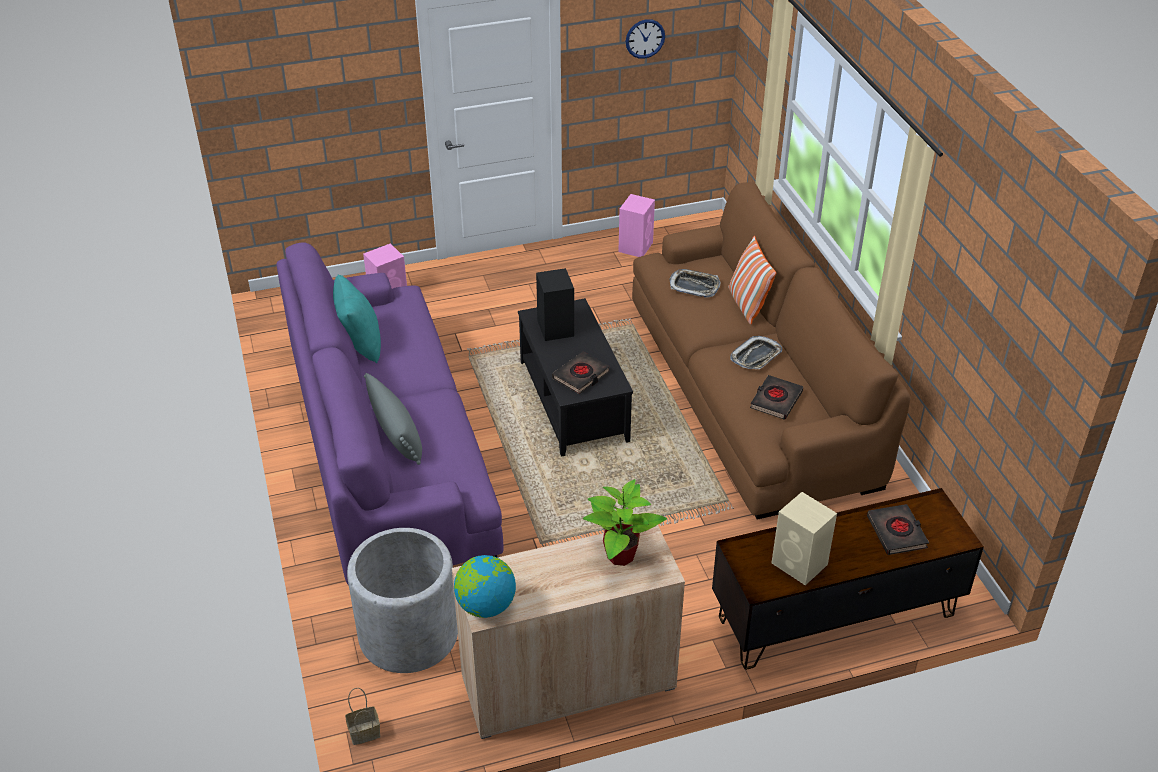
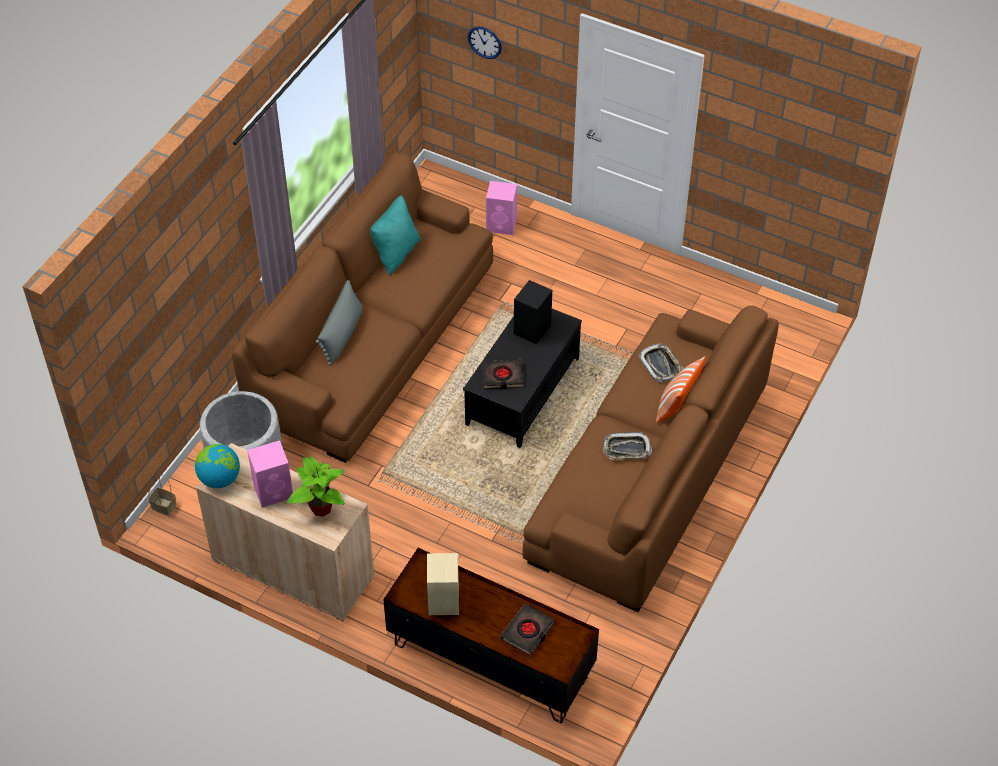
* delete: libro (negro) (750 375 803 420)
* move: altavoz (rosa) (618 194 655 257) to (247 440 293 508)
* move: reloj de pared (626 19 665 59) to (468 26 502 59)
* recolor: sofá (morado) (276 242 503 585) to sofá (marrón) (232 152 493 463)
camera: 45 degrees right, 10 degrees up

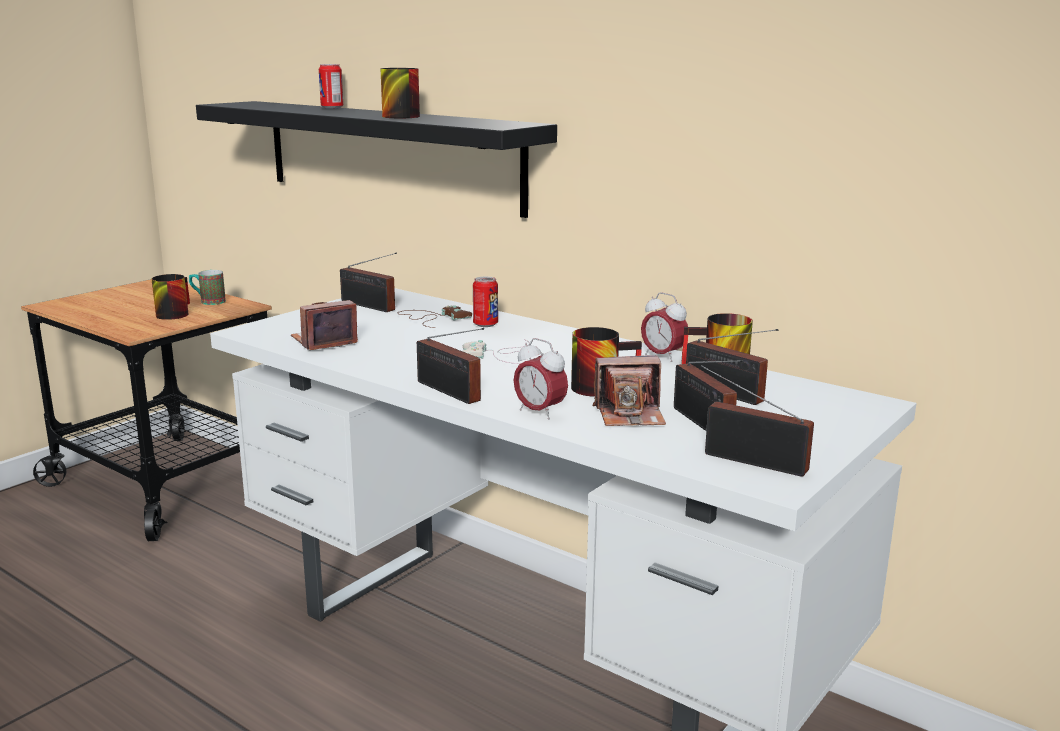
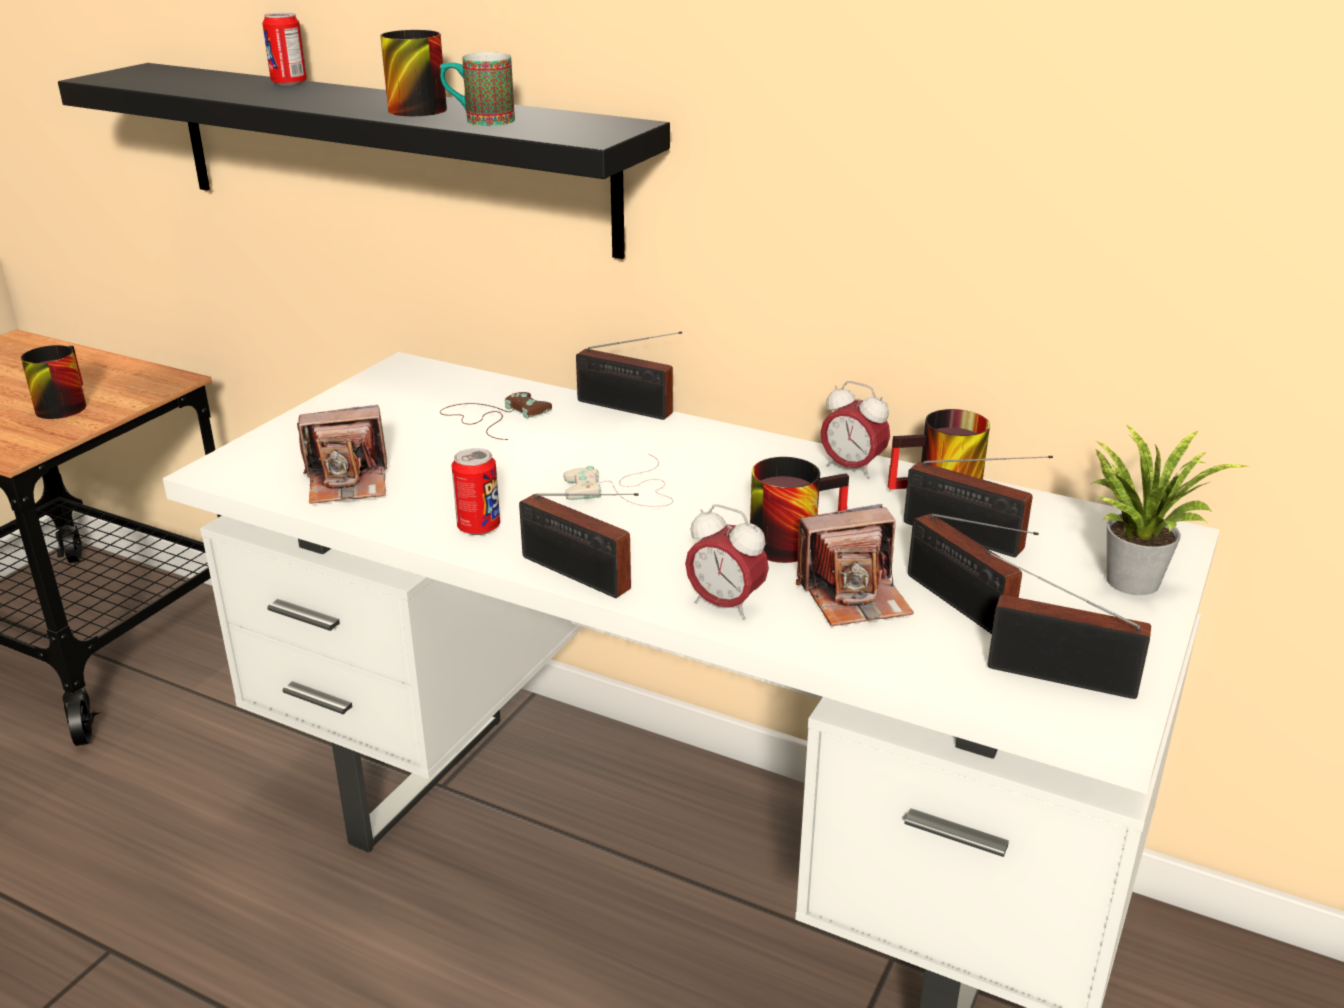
* insert: planta en maceta (1093 425 1250 595)
* move: taza grande (189 270 226 305) to (440 52 515 126)
* move: radio (340 252 397 312) to (576 331 682 420)
* move: lata (473 277 498 327) to (451 448 500 535)
* rotate: cámara (291 300 358 350) = (297 405 387 504) 150 degrees counterclockwise
camera: 10 degrees left, 10 degrees up

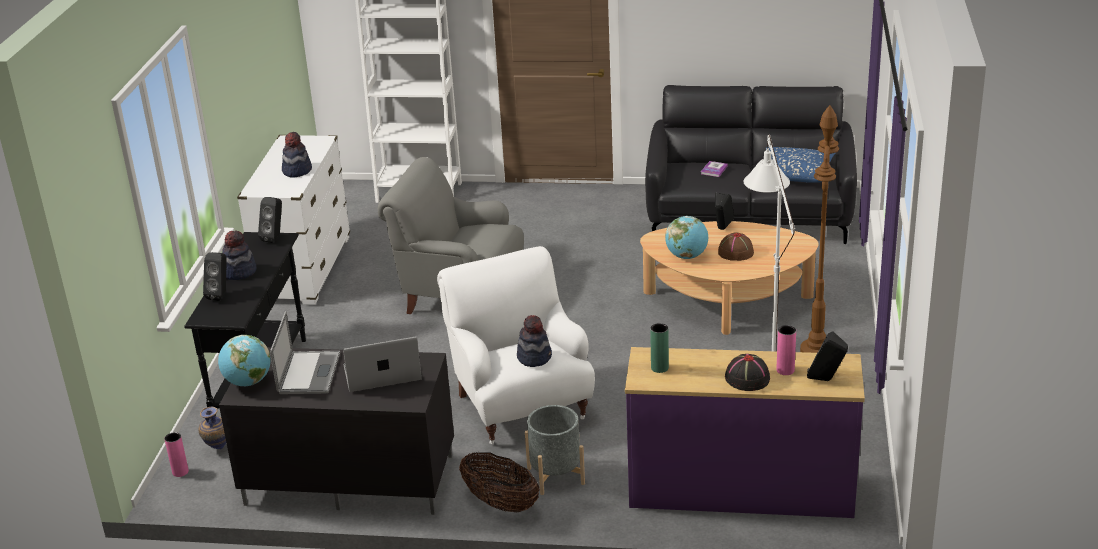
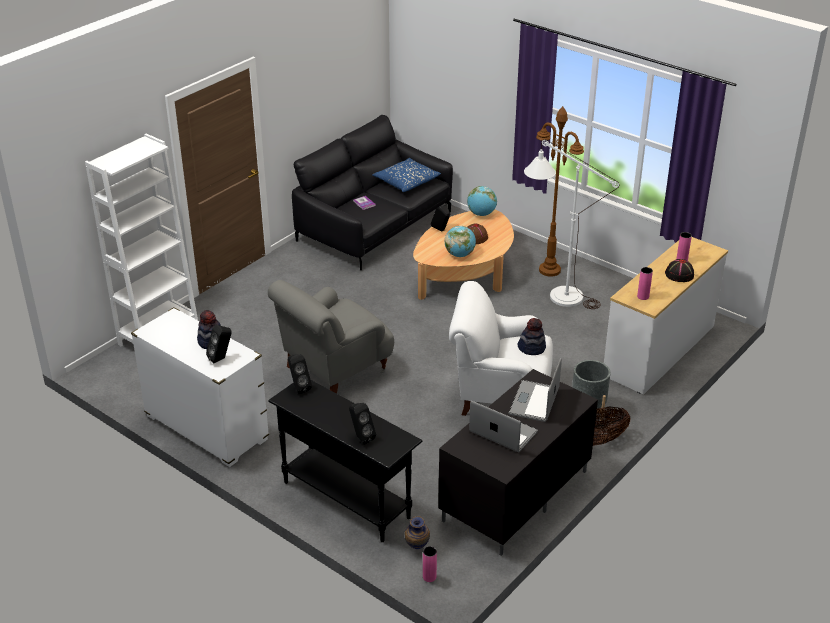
* delete: sombrero (222 230 257 280)
* move: globo terráqueo (218 335 270 386) to (467 186 497 216)
* move: altavoz (negro) (807 332 848 381) to (206 325 232 364)
* recolor: cómoda (morado) (625 347 865 518) to cómoda (blanco) (604 237 728 395)
* recolor: florero (verde) (650 323 669 373) to florero (rosa) (637 267 653 300)
camera: 60 degrees left, 5 degrees up

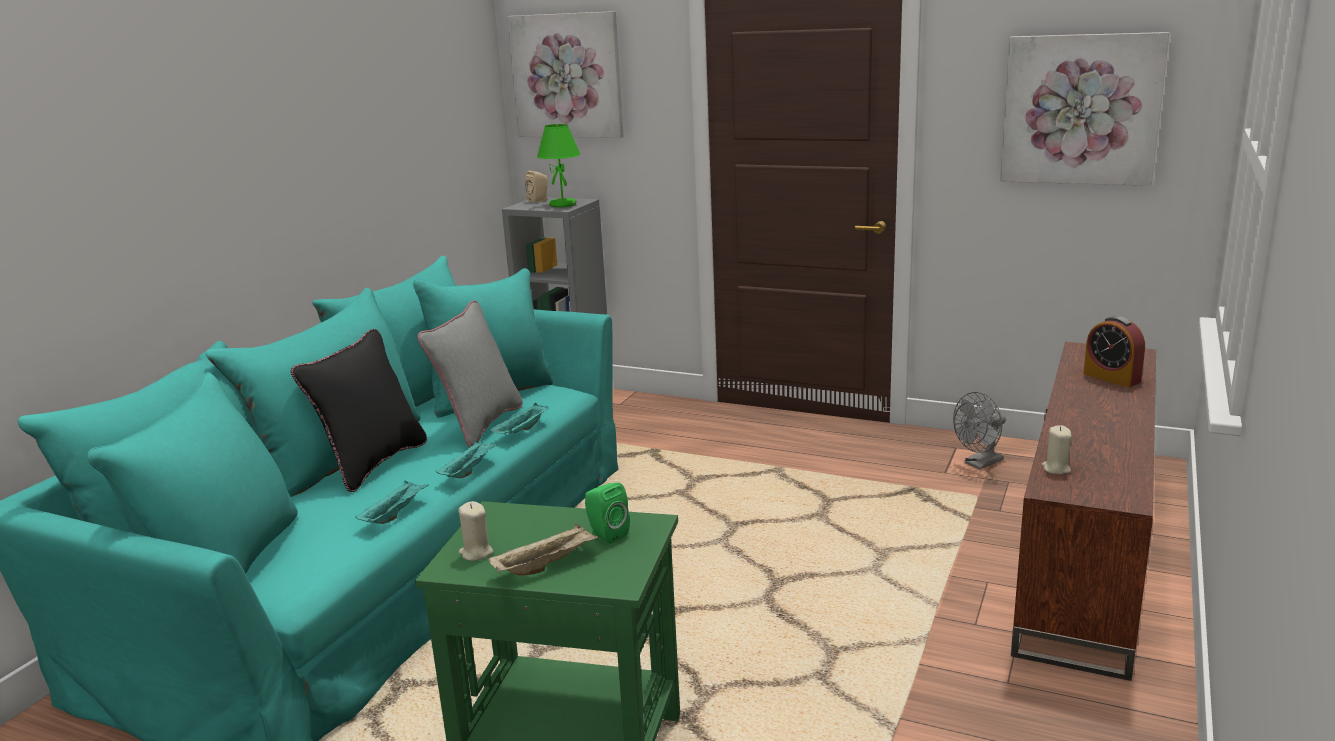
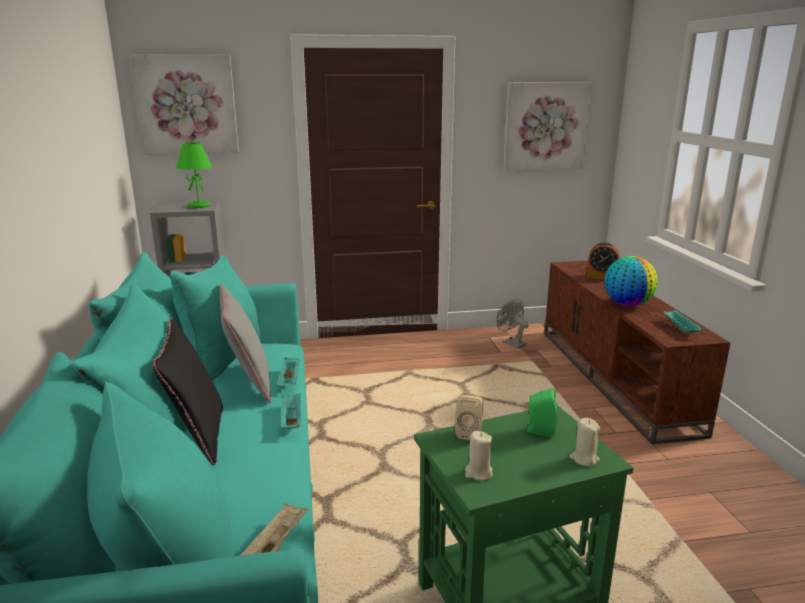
* insert: globo terráqueo (605 256 658 306)
* move: bandeja (turquesa) (355 480 429 524) to (663 310 704 333)
* move: bandeja (beis) (488 523 599 575) to (238 503 310 556)
* move: altavoz (beis) (525 170 548 202) to (455 395 483 440)
* move: vela (beis) (1042 425 1072 475) to (569 418 601 466)
* rotate: ventilador (gris) (953 392 1006 469) = (497 298 529 349) 120 degrees clockwise
camera: 35 degrees left, 0 degrees up

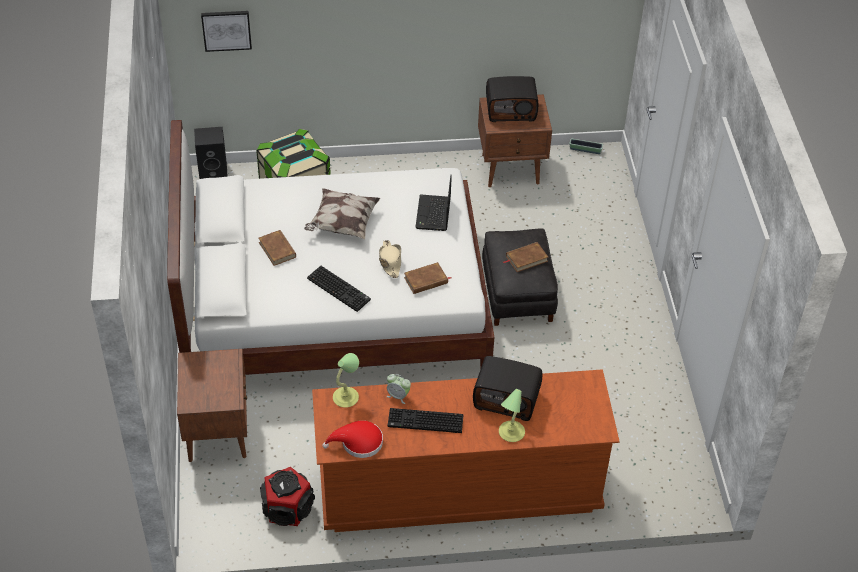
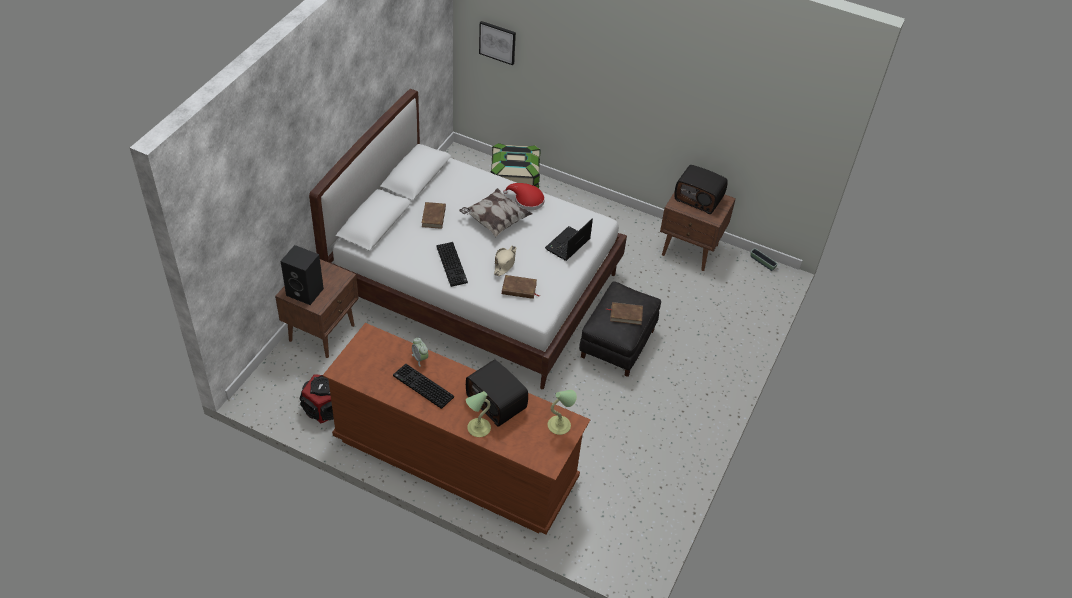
* move: altavoz (negro) (194 127 228 179) to (280 245 324 305)
* move: sombrero (rojo) (322 420 383 458) to (503 183 545 210)
* move: lámpara de mesa (333 353 359 408) to (548 390 577 435)
camera: 30 degrees right, 0 degrees up

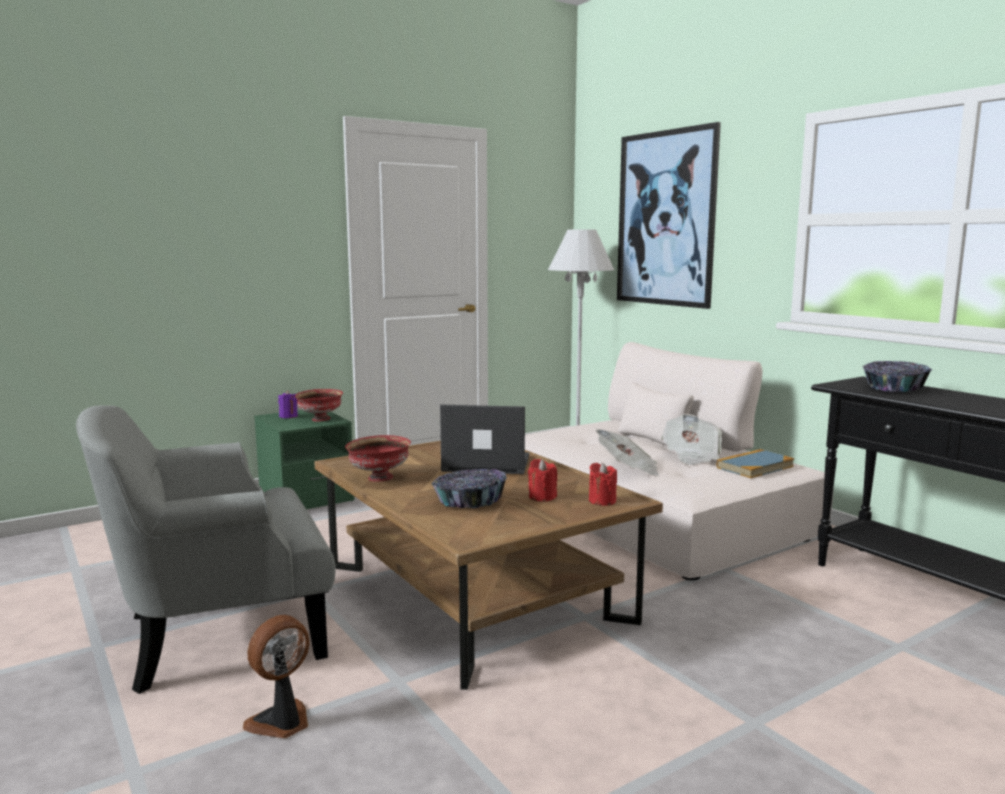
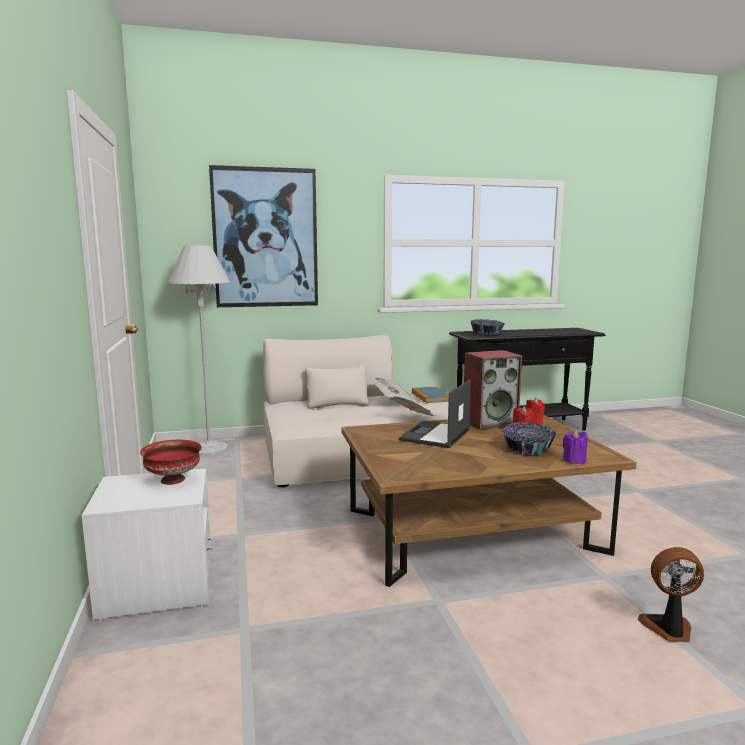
* delete: sillón (gris) (76 405 336 694)
* delete: cuenco (rojo) (345 435 411 482)
* insert: altavoz (464 350 522 430)
* move: vela (morado) (278 391 298 418) to (563 430 588 464)
* recolor: mesita de noche (verde) (254 410 355 509) to mesita de noche (blanco) (81 468 212 621)
* rotate: ventilador (243 615 309 738) = (638 547 704 642) 120 degrees clockwise
camera: 70 degrees left, 0 degrees up

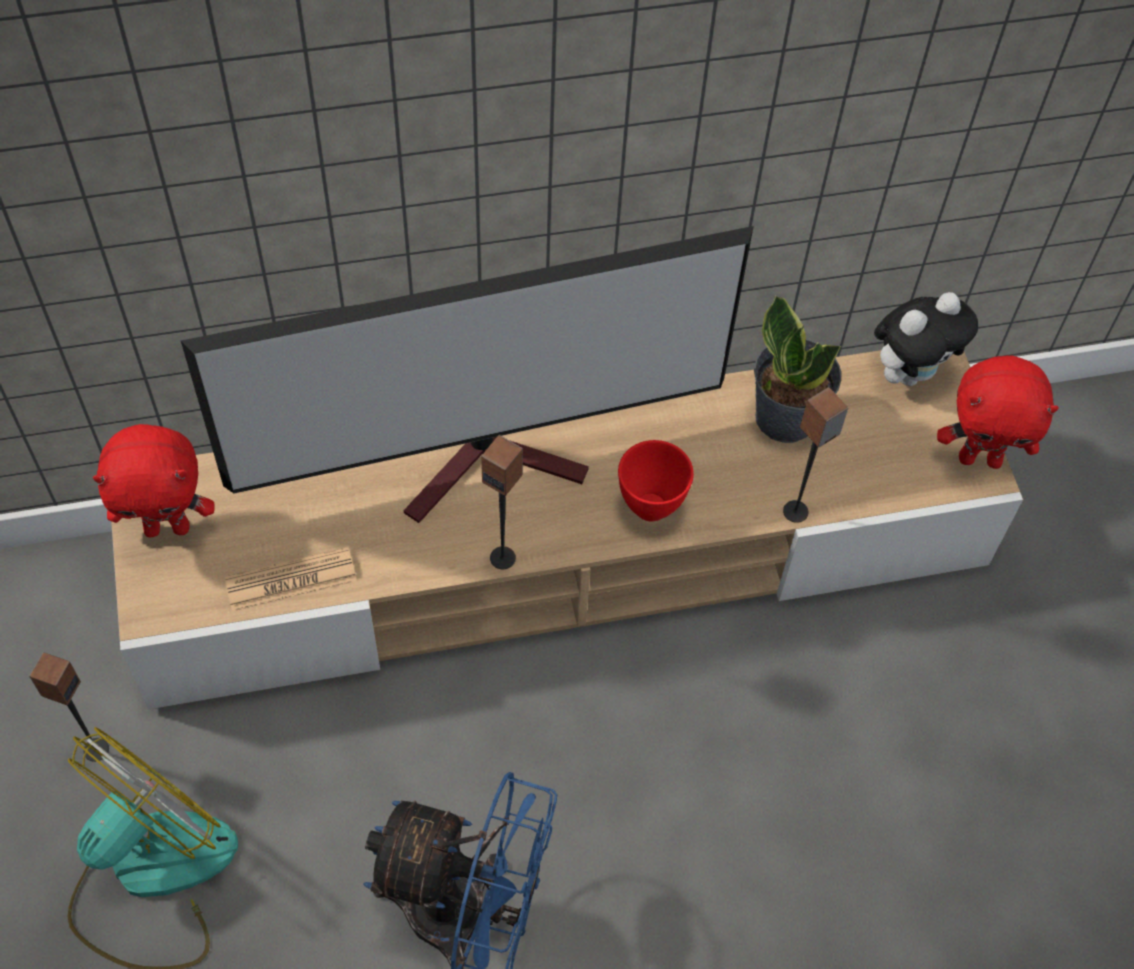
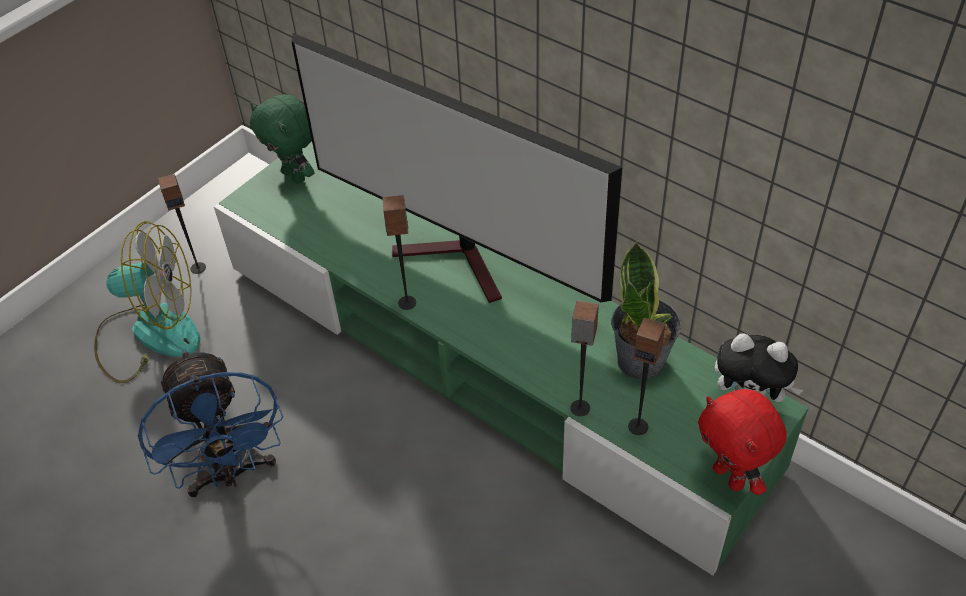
* delete: periódico (224 547 357 611)
* delete: cuenco (rojo) (618 440 694 522)
* insert: altavoz (628 318 666 435)
* recolor: peluche (rojo) (93 424 214 537) to peluche (verde) (250 94 315 184)
* recolor: mueble de televisión (beis) (111 350 1023 709) to mueble de televisión (verde) (214 141 809 576)
camera: 55 degrees right, 10 degrees down

